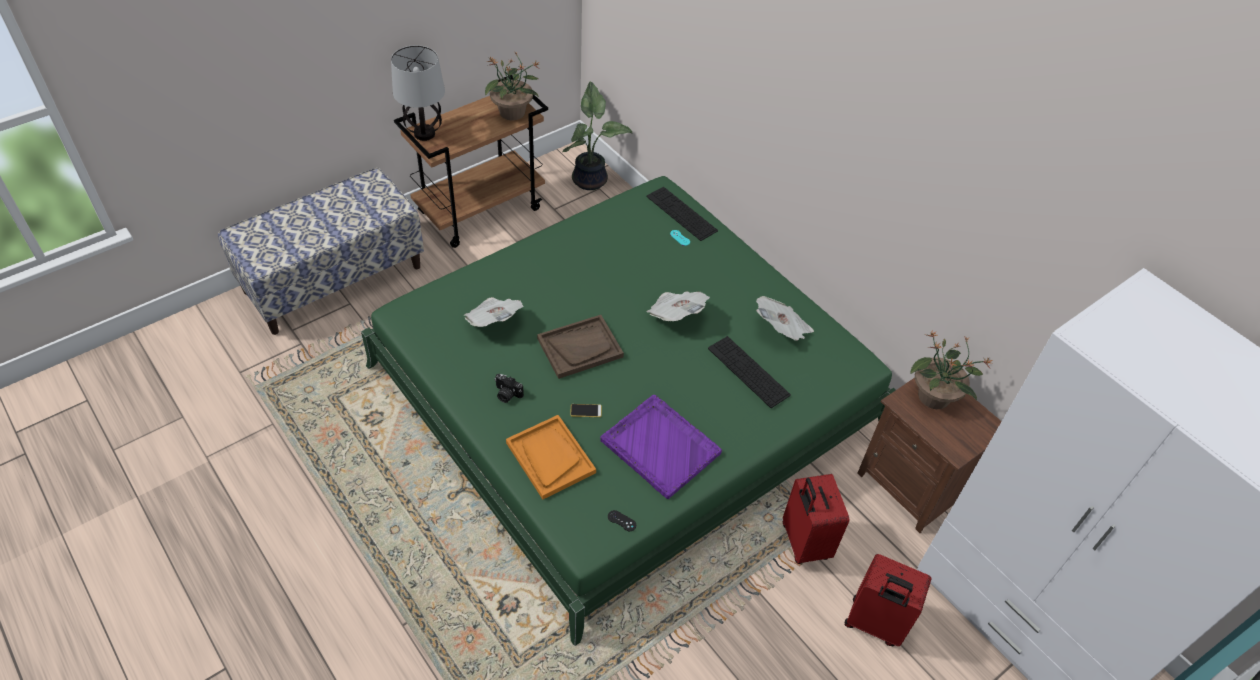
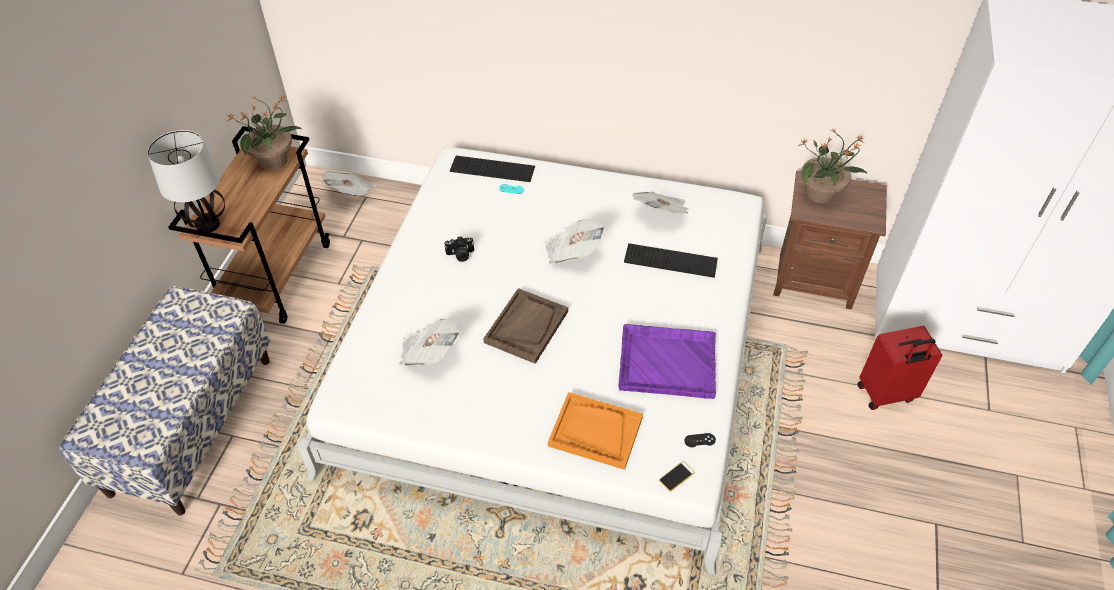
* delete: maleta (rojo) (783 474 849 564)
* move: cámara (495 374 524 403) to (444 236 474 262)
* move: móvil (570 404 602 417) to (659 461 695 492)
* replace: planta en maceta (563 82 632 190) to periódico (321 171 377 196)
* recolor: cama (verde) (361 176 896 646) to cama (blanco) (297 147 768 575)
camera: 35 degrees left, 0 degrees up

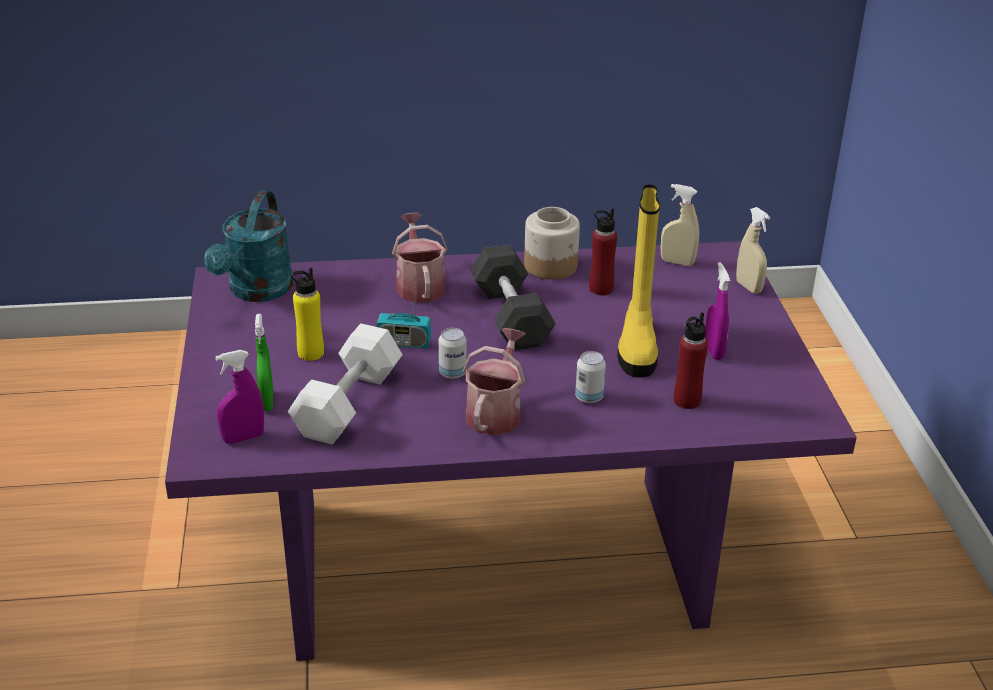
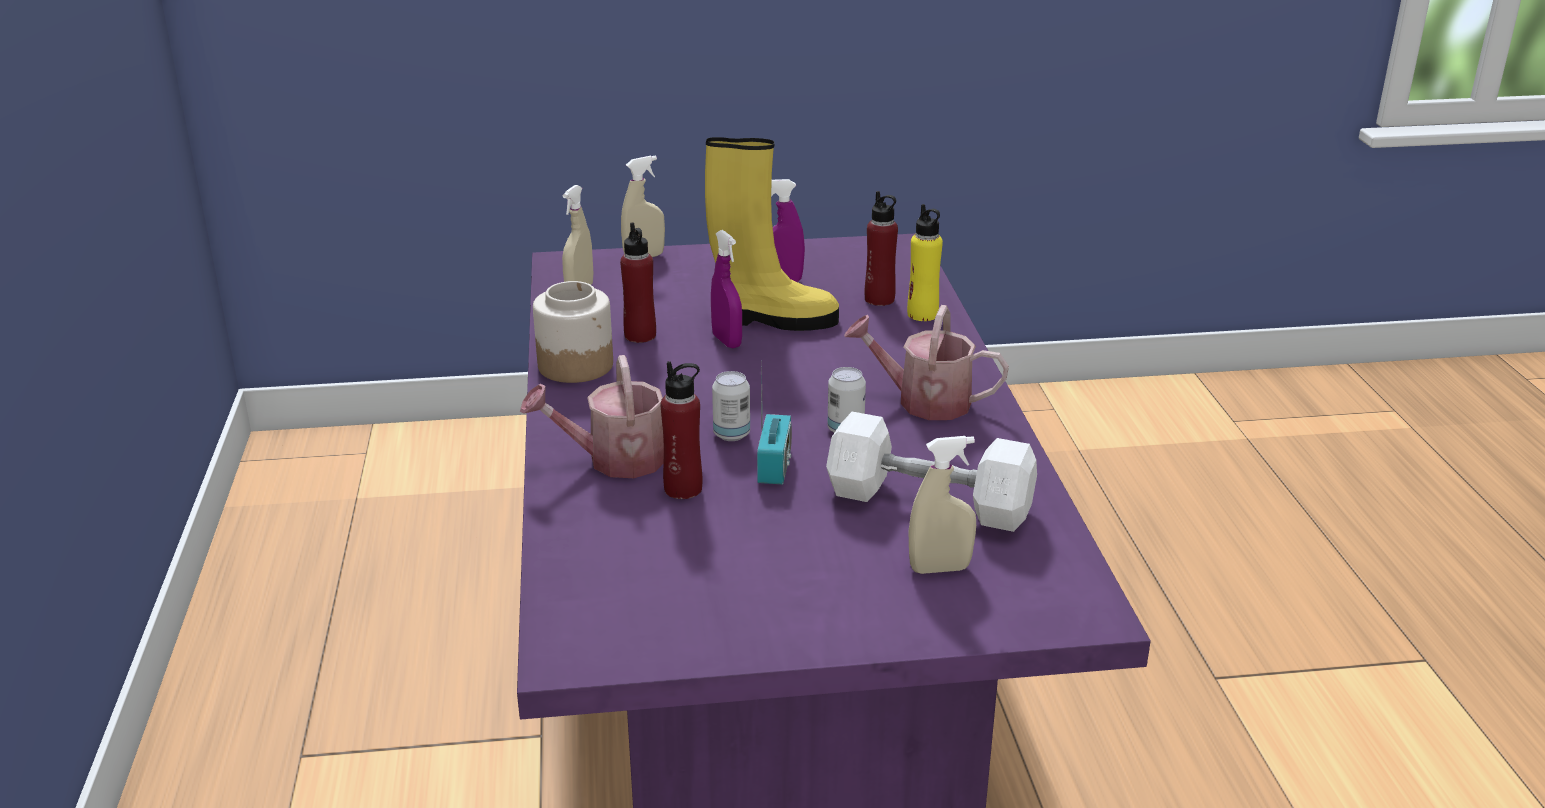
* delete: regadera (turquesa) (204 190 293 302)
* delete: mancuerna (gris) (470 245 556 350)
* insert: botella (rojo) (661 361 702 499)
* move: pulverizador (morado) (215 350 264 444) to (711 230 742 348)
* move: botella (amarillo) (291 268 324 361) to (907 204 943 321)
* move: lata (575 351 606 404) to (712 371 750 441)
* recolor: pulverizador (verde) (255 314 274 411) to pulverizador (beis) (908 436 976 574)
camera: 90 degrees left, 5 degrees down

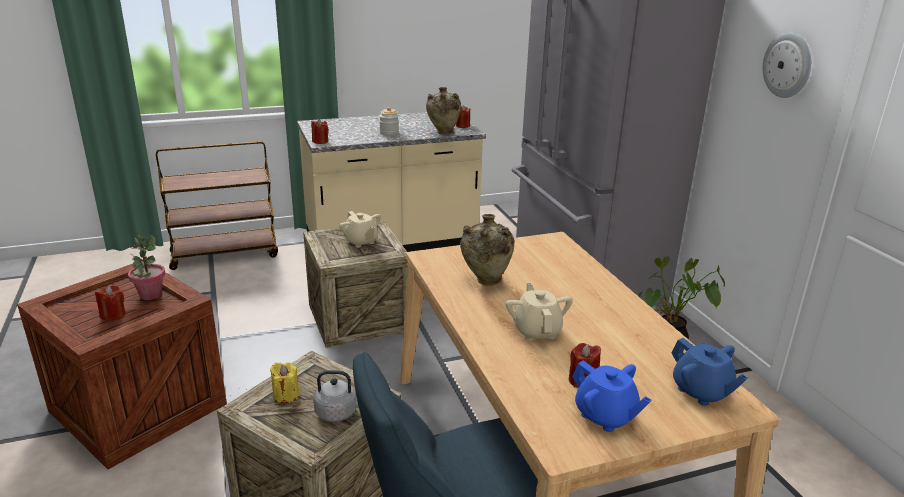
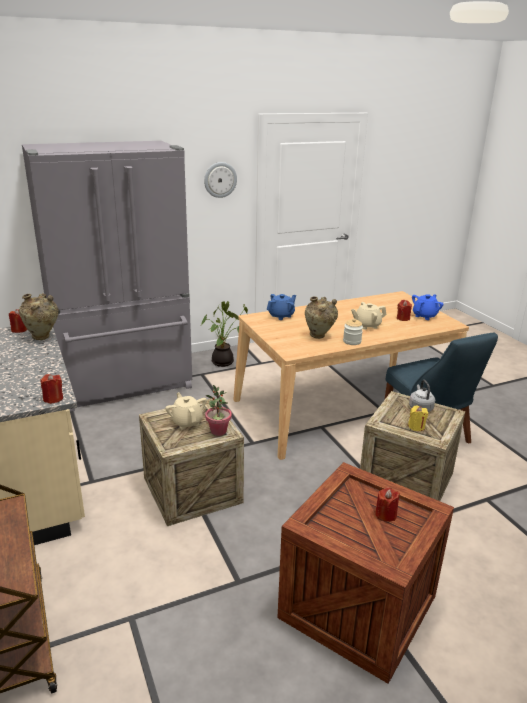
* move: planta en maceta (128 235 165 300) to (205 385 232 436)
* move: tarro (379 107 399 135) to (343 318 363 345)
* move: tetera (azul) (671 338 748 406) to (267 294 296 320)
* rotate: tetera (beis) (339 211 381 248) = (165 392 207 429) 75 degrees counterclockwise
camera: 95 degrees left, 0 degrees up

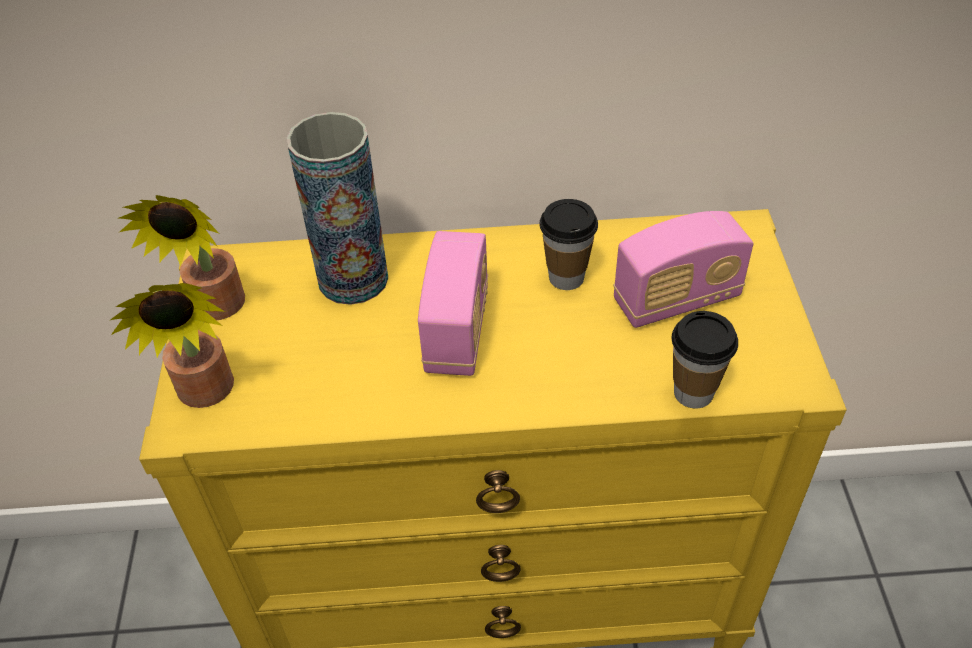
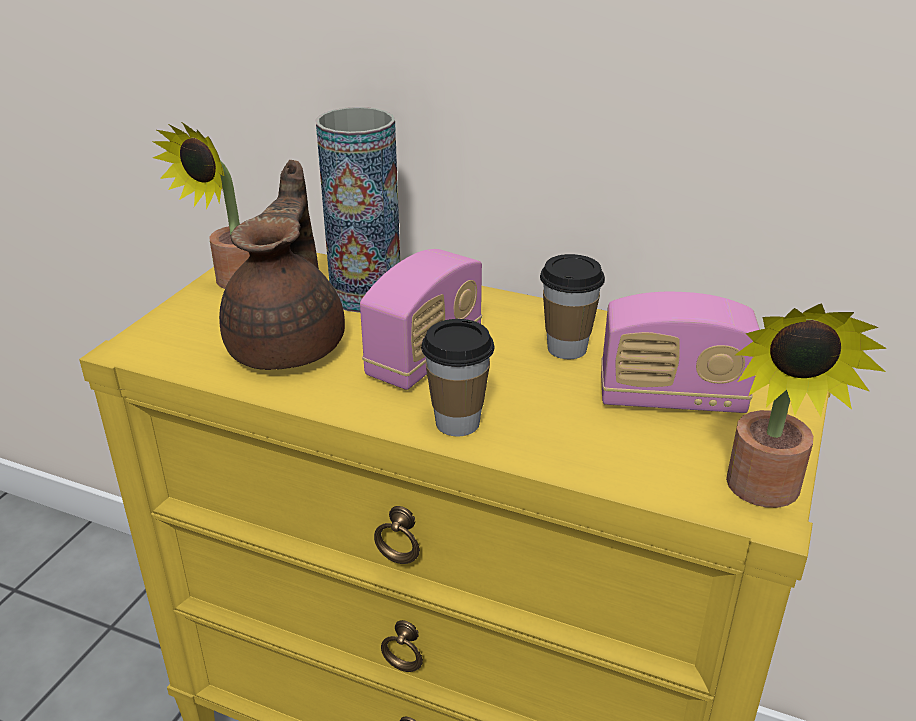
* insert: tetera (marrón) (219 160 345 370)
* move: planta en maceta (109 283 234 408) to (726 303 887 508)
* move: taza (671 311 738 409) to (421 319 494 436)
camera: 25 degrees right, 15 degrees down

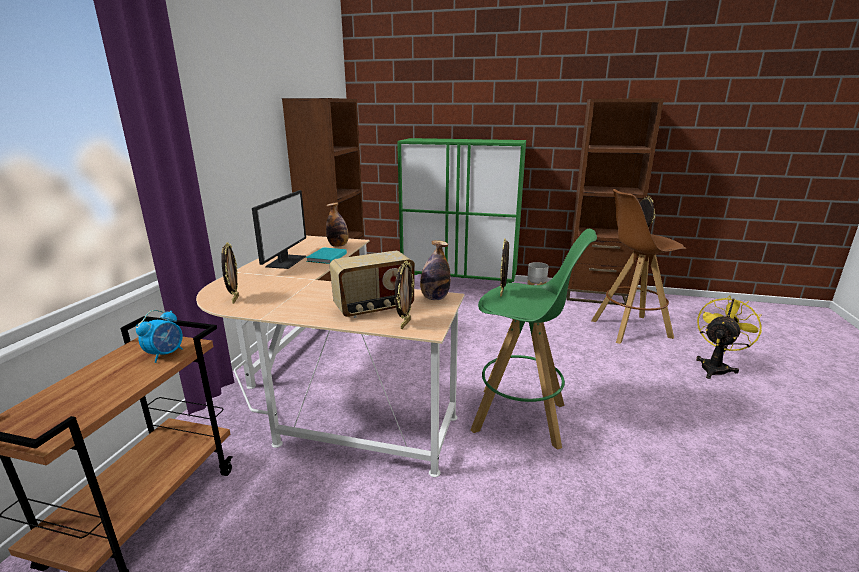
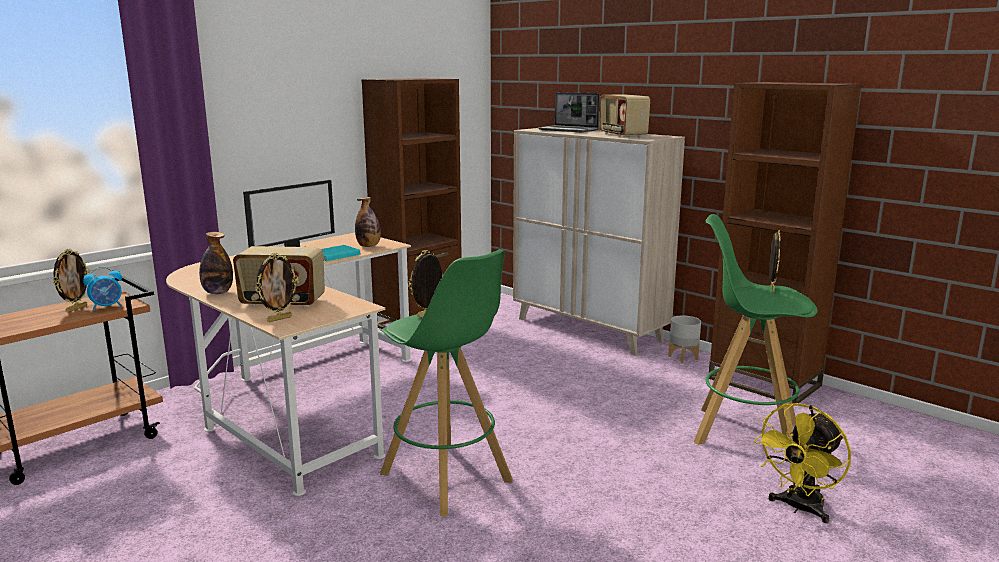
* insert: portátil (538 92 600 132)
* insert: radio (599 94 650 138)
* move: portarretratos (221 243 239 304) to (53 249 90 312)
* move: botella (420 240 451 300) to (199 232 233 294)
* recolor: armario (verde) (397 138 526 284) to armario (beis) (513 128 685 356)
* recolor: taburete (marrón) (591 189 686 344) to taburete (verde) (694 214 818 445)
* rotate: ventilador (amarillo) (696 295 762 379) = (754 403 851 523) 150 degrees clockwise
camera: 30 degrees right, 5 degrees down

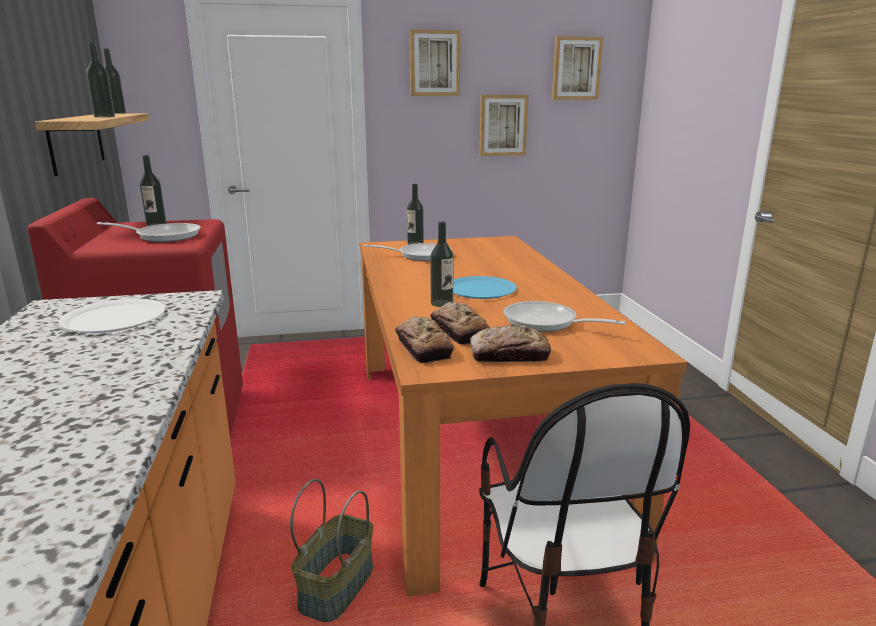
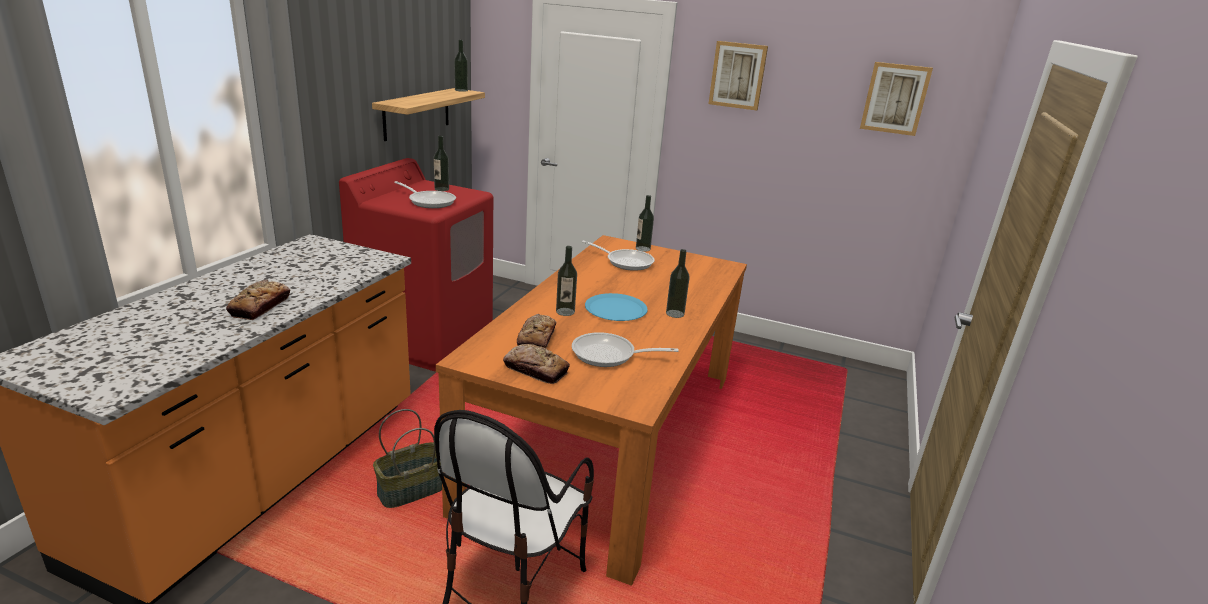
* delete: plato (blanco) (58 299 165 333)
* delete: cuadro (479 95 529 156)
* move: botella (86 42 115 118) to (666 249 690 318)
* move: pan (395 316 454 363) to (226 280 290 320)
* rotate: sartén (504 301 626 332) = (572 332 679 367) 60 degrees counterclockwise
camera: 30 degrees right, 5 degrees up

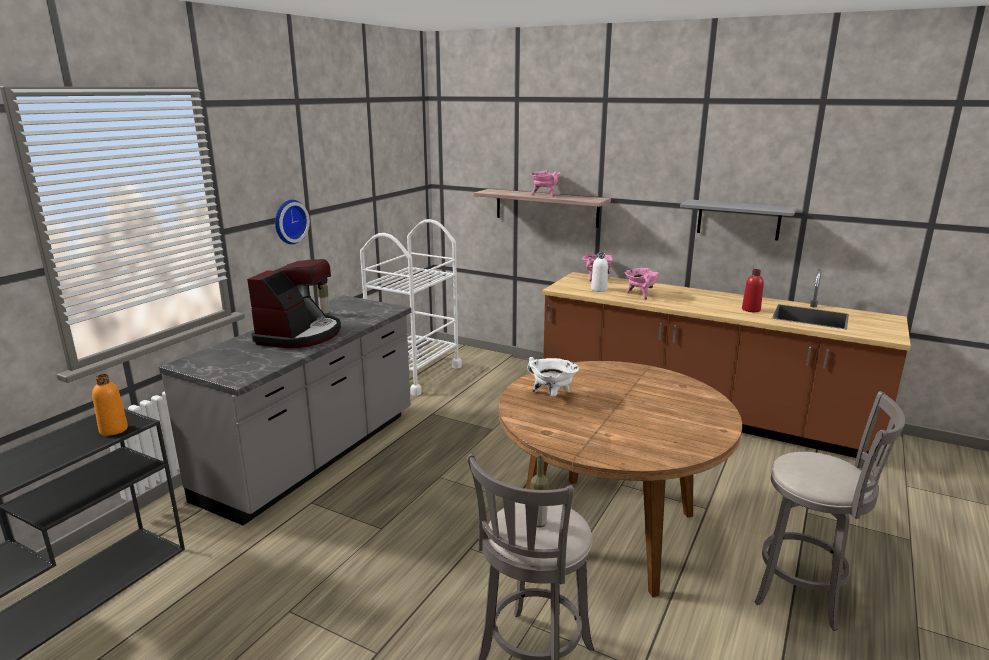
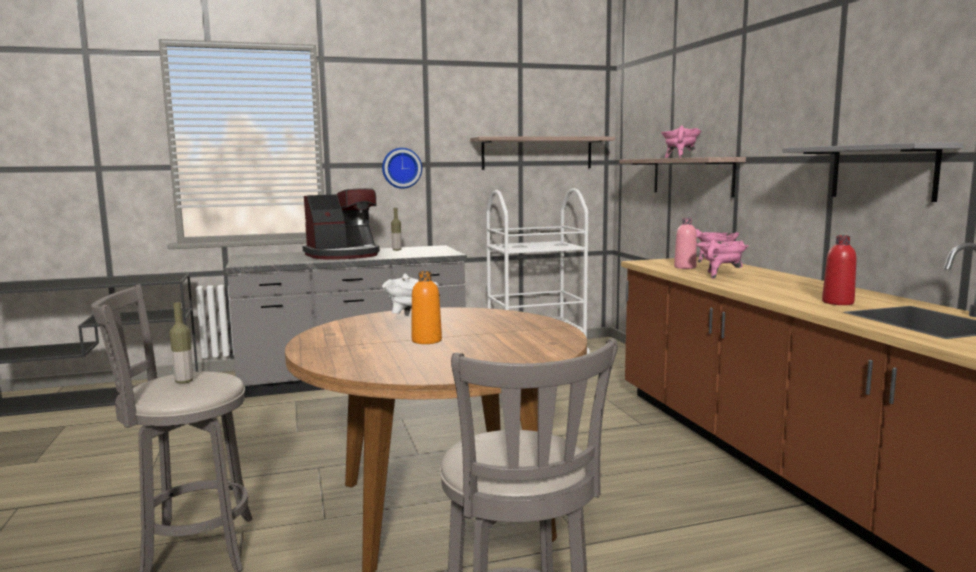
* insert: estante (470 137 615 170)
* move: botella (naranja) (92 374 128 436) to (412 271 442 344)
* recolor: botella (blanco) (591 252 608 292) to botella (rosa) (674 218 697 269)
camera: 45 degrees right, 10 degrees down

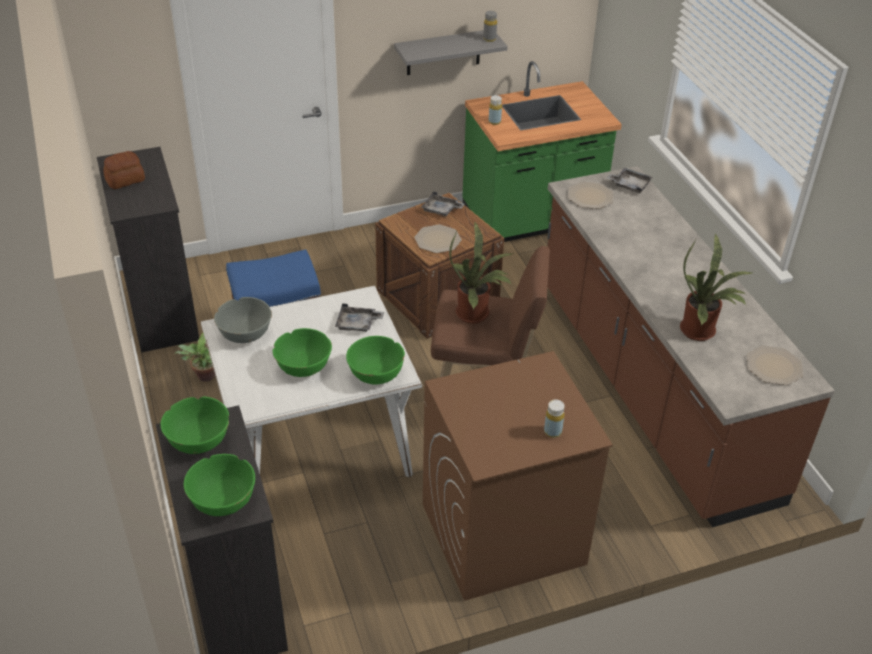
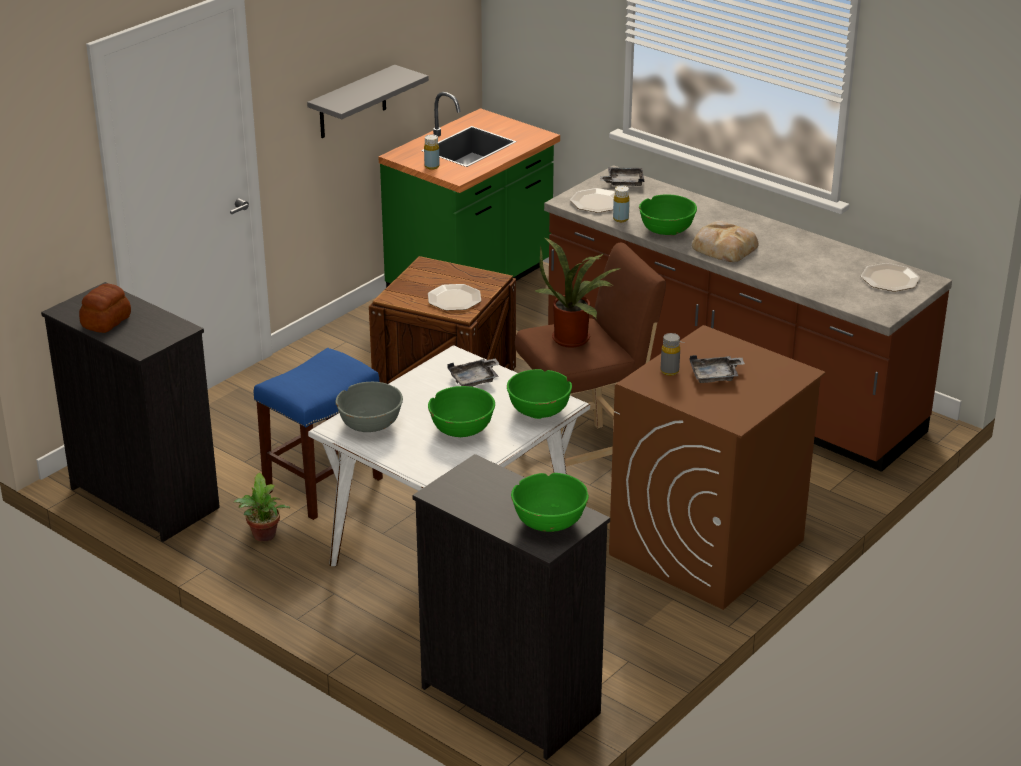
* delete: planta en maceta (680 234 752 341)
* insert: pan (692 221 759 262)
* move: cuenco (verde) (160 397 229 454) to (639 195 697 235)
* move: bandeja (gris) (421 192 465 216) to (690 355 745 383)
* move: botella (gris) (483 11 497 42) to (661 333 680 376)
* move: botella (amarillo) (544 399 565 438) to (613 186 630 222)
camera: 30 degrees left, 10 degrees down

